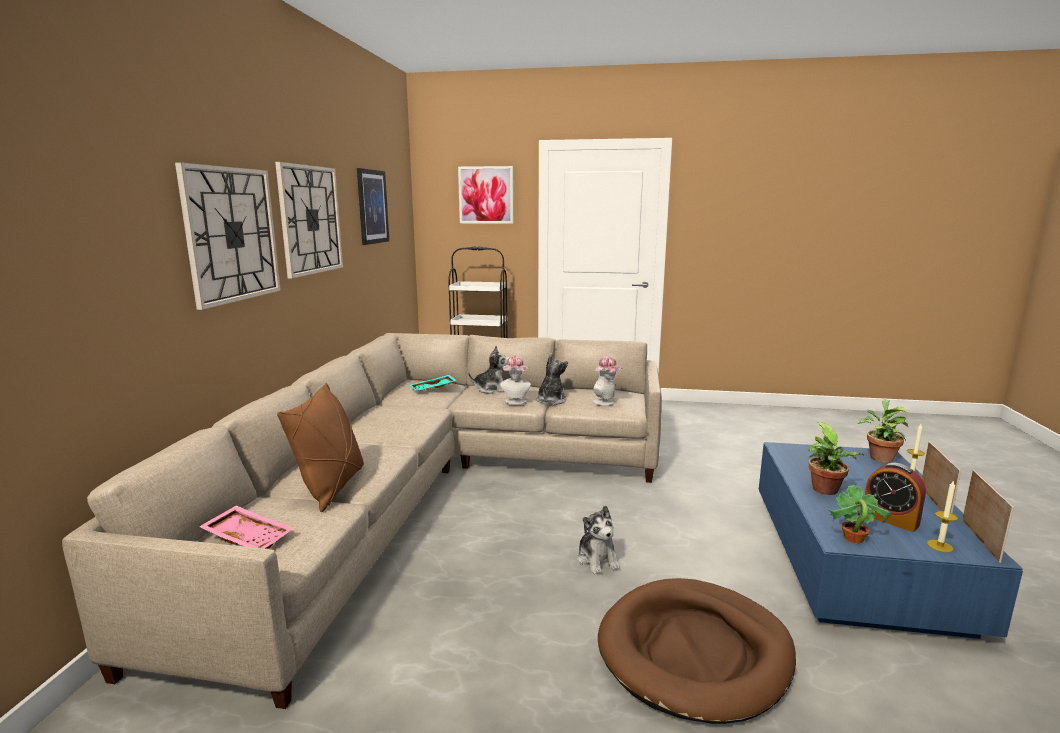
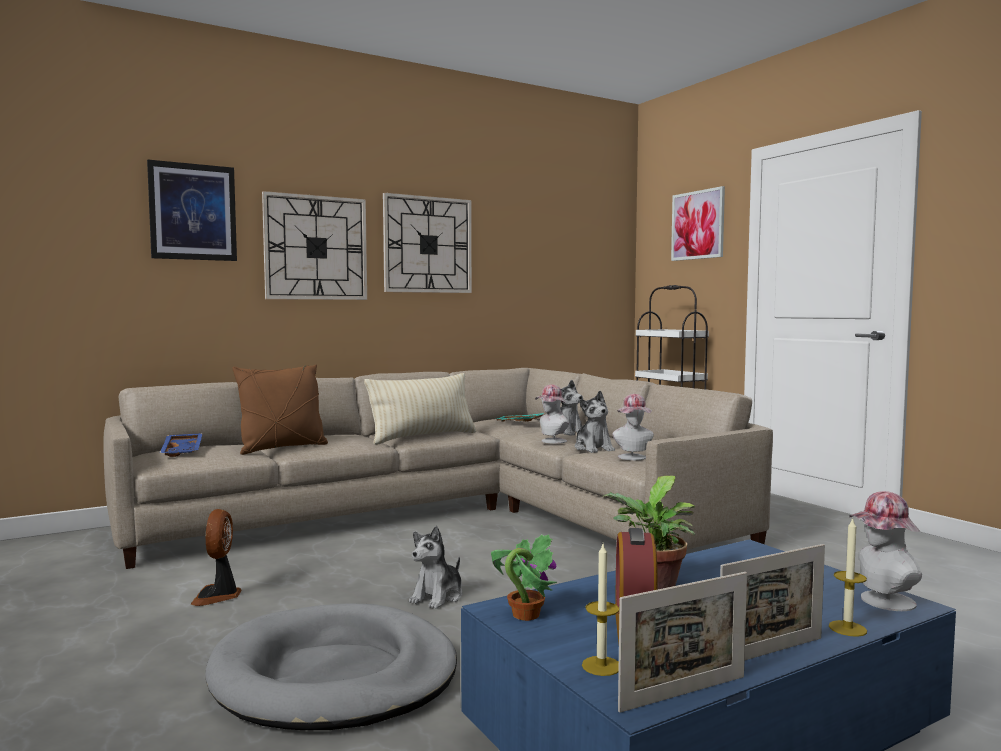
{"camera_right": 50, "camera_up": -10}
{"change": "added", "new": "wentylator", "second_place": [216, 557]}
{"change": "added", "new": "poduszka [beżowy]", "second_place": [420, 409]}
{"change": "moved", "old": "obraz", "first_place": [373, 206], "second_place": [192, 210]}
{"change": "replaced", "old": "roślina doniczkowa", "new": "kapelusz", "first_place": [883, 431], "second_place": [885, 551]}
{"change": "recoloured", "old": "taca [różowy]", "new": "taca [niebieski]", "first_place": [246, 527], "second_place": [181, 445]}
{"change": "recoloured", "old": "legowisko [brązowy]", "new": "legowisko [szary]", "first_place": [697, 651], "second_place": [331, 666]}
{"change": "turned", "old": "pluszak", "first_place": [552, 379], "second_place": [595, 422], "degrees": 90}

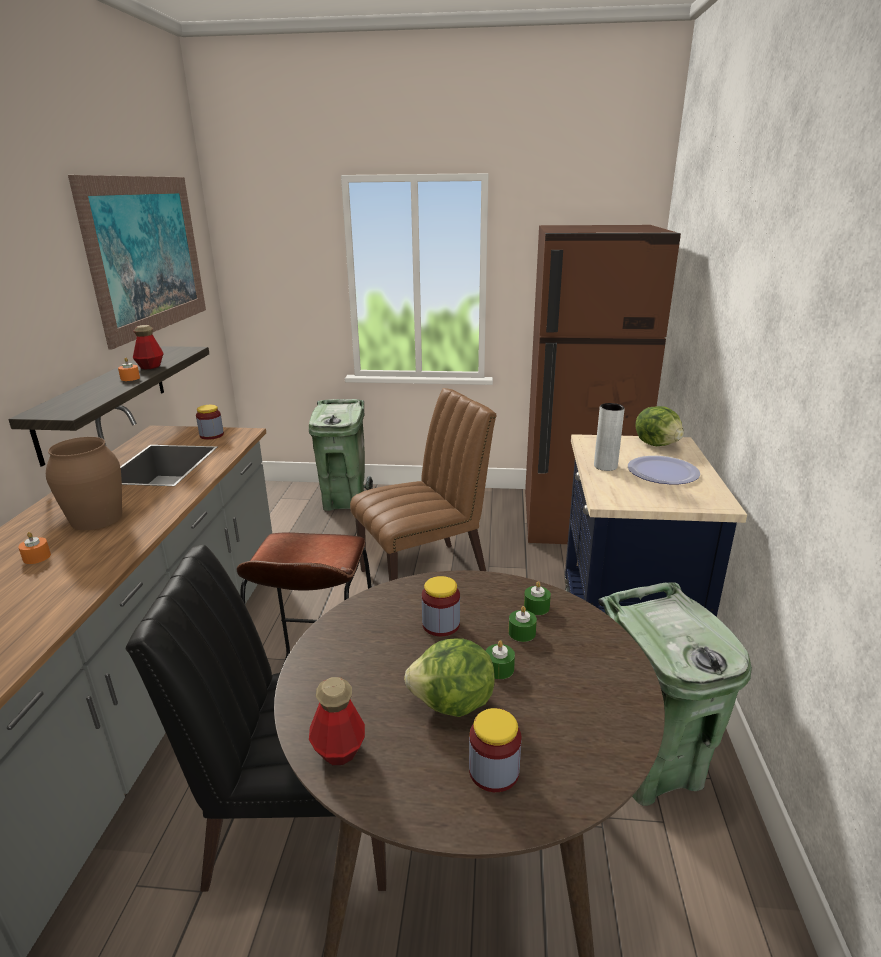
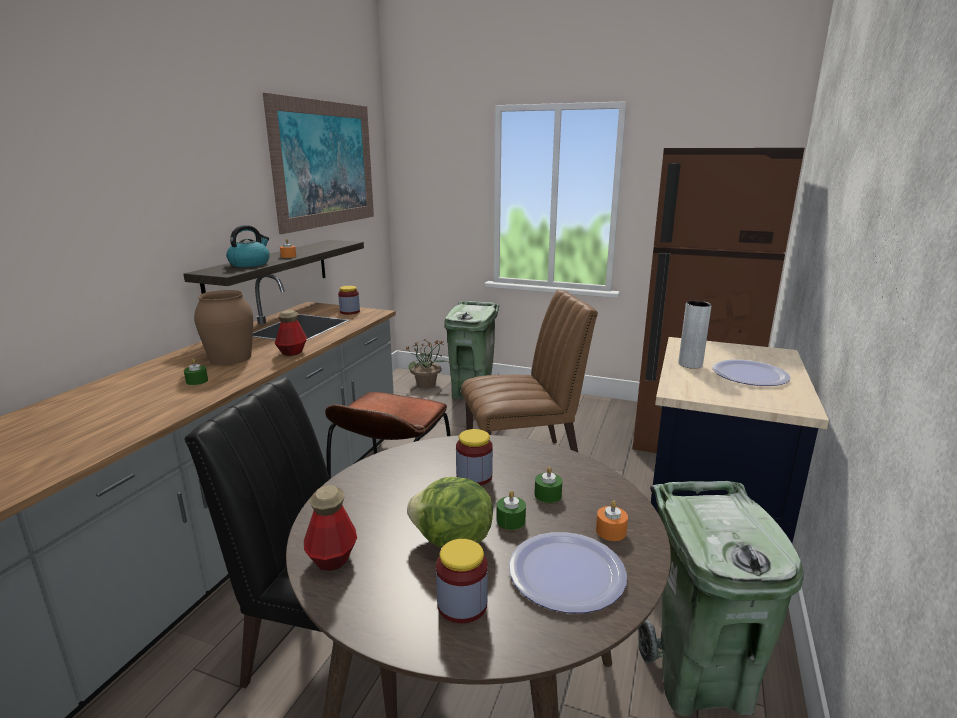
{"camera_right": 15, "camera_up": -5}
{"change": "removed", "old": "sałata", "first_place": [660, 426]}
{"change": "added", "new": "czajnik", "second_place": [248, 246]}
{"change": "added", "new": "roślina doniczkowa", "second_place": [427, 363]}
{"change": "added", "new": "talerz", "second_place": [568, 572]}
{"change": "moved", "old": "świeca [pomarańczowy]", "first_place": [34, 548], "second_place": [612, 521]}
{"change": "moved", "old": "butelka", "first_place": [148, 347], "second_place": [291, 333]}
{"change": "moved", "old": "świeca [zielony]", "first_place": [537, 598], "second_place": [196, 372]}

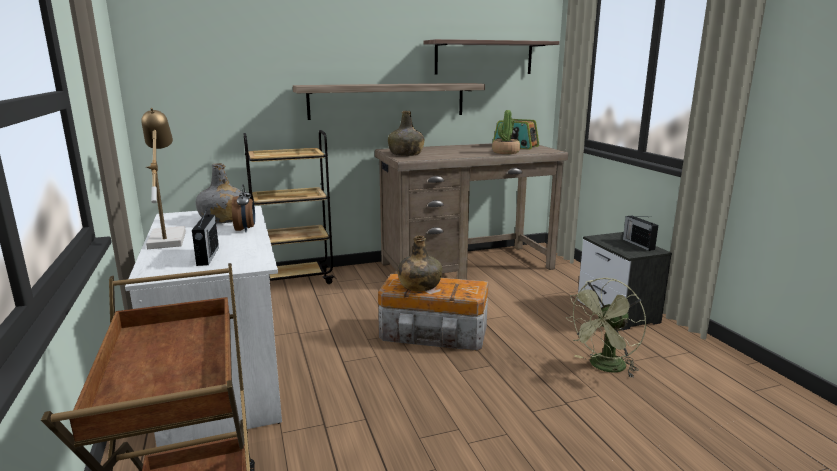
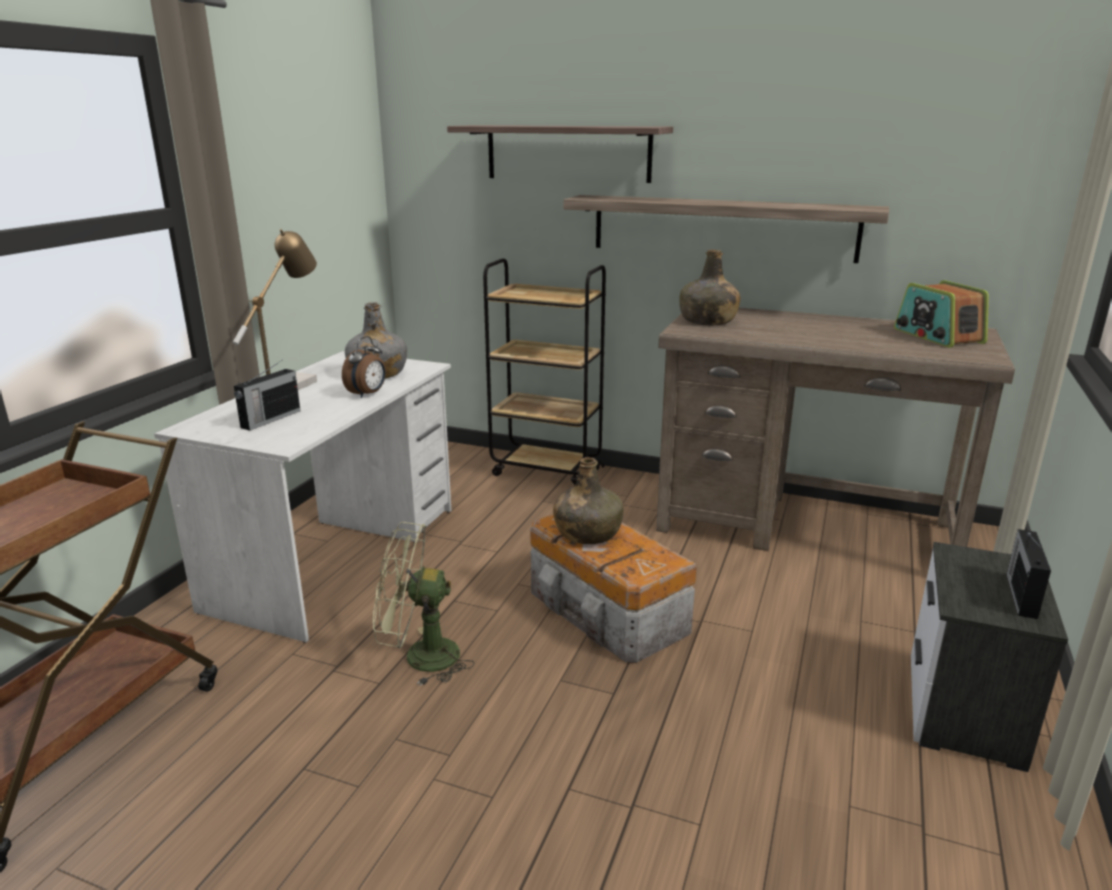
{"camera_right": 40, "camera_up": 5}
{"change": "removed", "old": "roślina doniczkowa", "first_place": [506, 132]}
{"change": "moved", "old": "półka", "first_place": [492, 57], "second_place": [560, 154]}
{"change": "moved", "old": "wentylator [zielony]", "first_place": [605, 328], "second_place": [423, 604]}

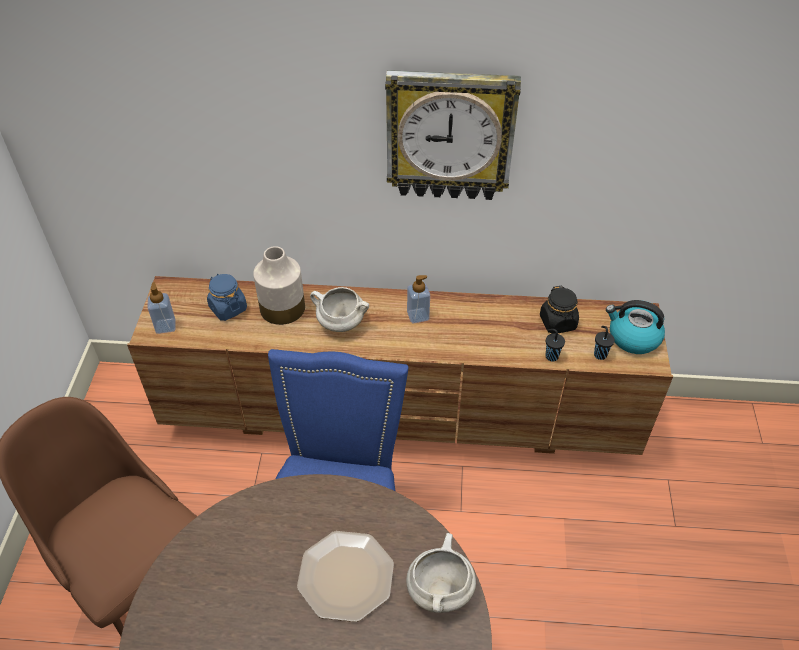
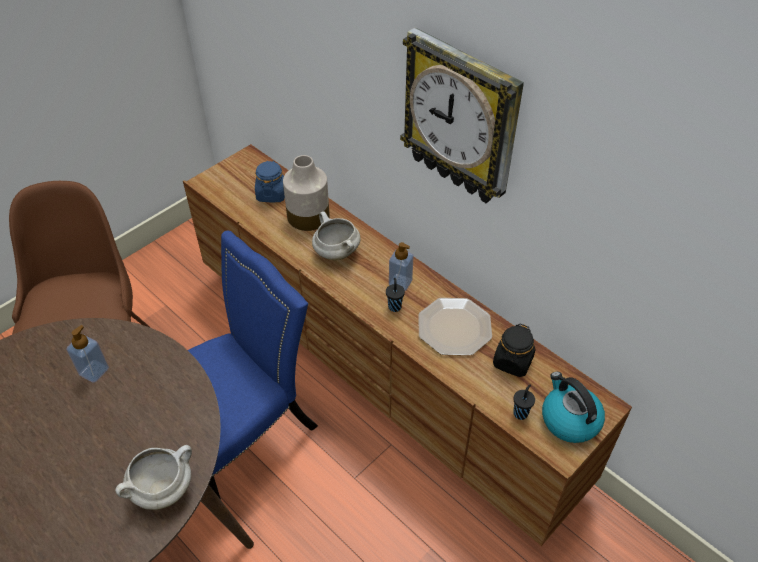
{"camera_right": 40, "camera_up": 0}
{"change": "moved", "old": "dozownik mydła", "first_place": [162, 308], "second_place": [87, 354]}
{"change": "moved", "old": "talerz", "first_place": [345, 576], "second_place": [455, 327]}
{"change": "moved", "old": "filiżanka [czarny]", "first_place": [555, 345], "second_place": [395, 295]}

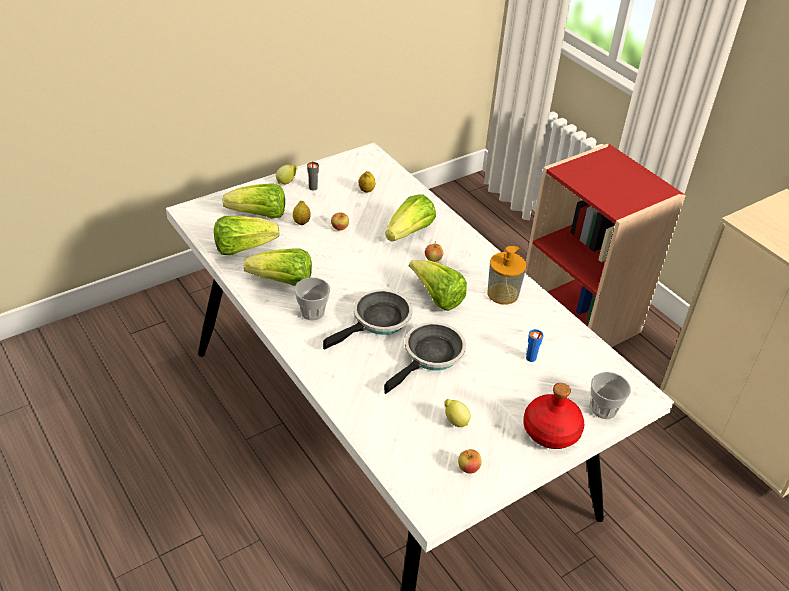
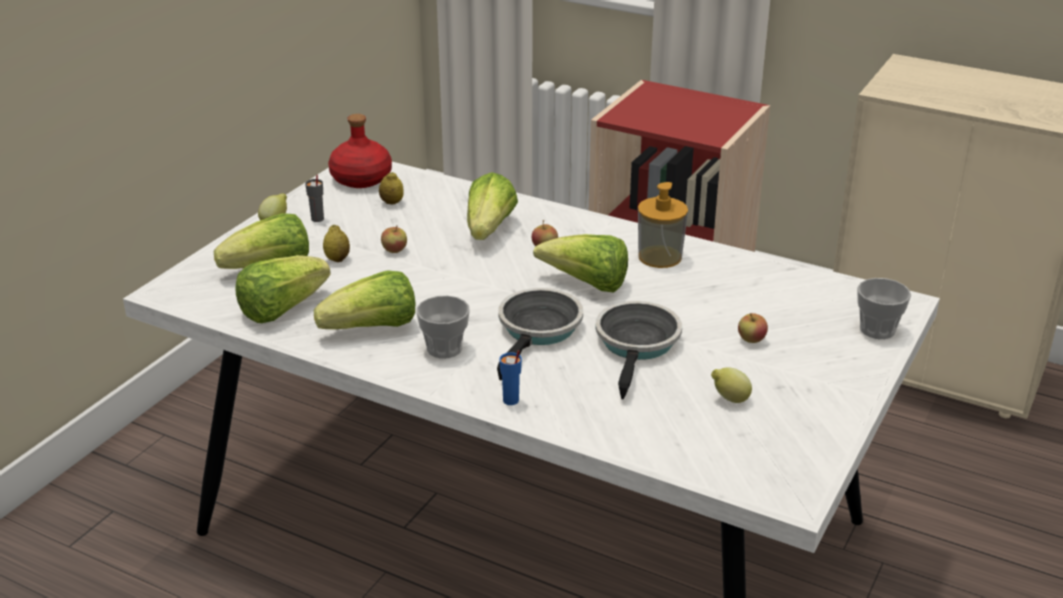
{"camera_right": -25, "camera_up": -10}
{"change": "moved", "old": "jabłko", "first_place": [470, 461], "second_place": [753, 328]}
{"change": "moved", "old": "butelka [czerwony]", "first_place": [553, 416], "second_place": [360, 151]}
{"change": "moved", "old": "filiżanka [niebieski]", "first_place": [535, 345], "second_place": [510, 377]}

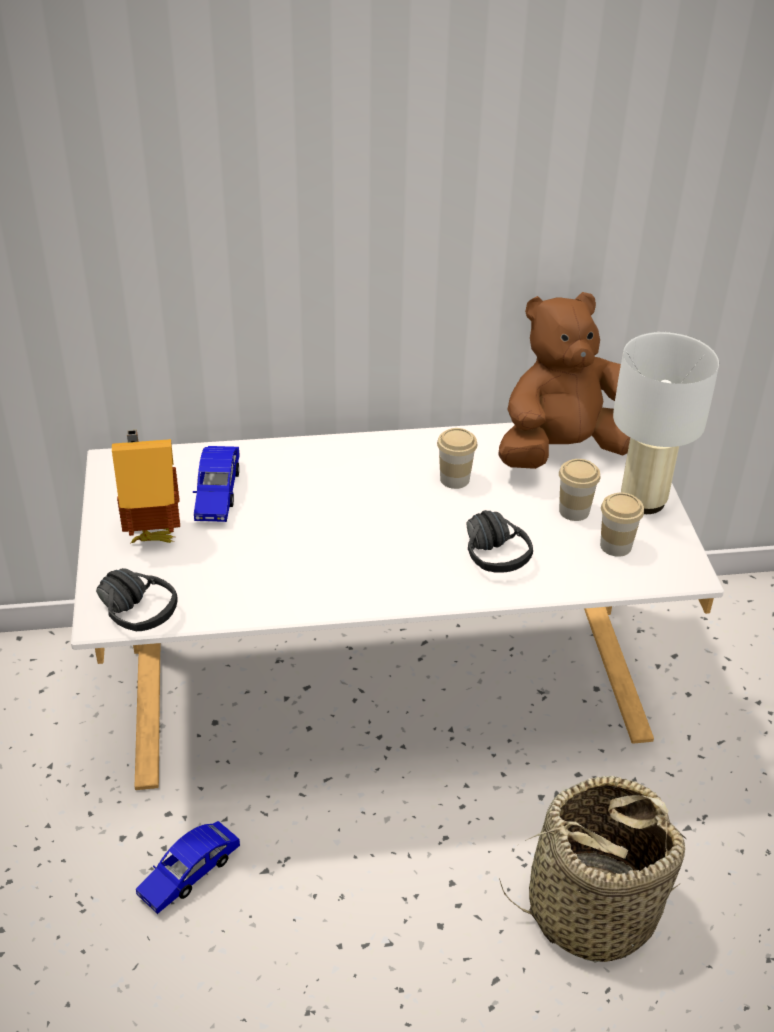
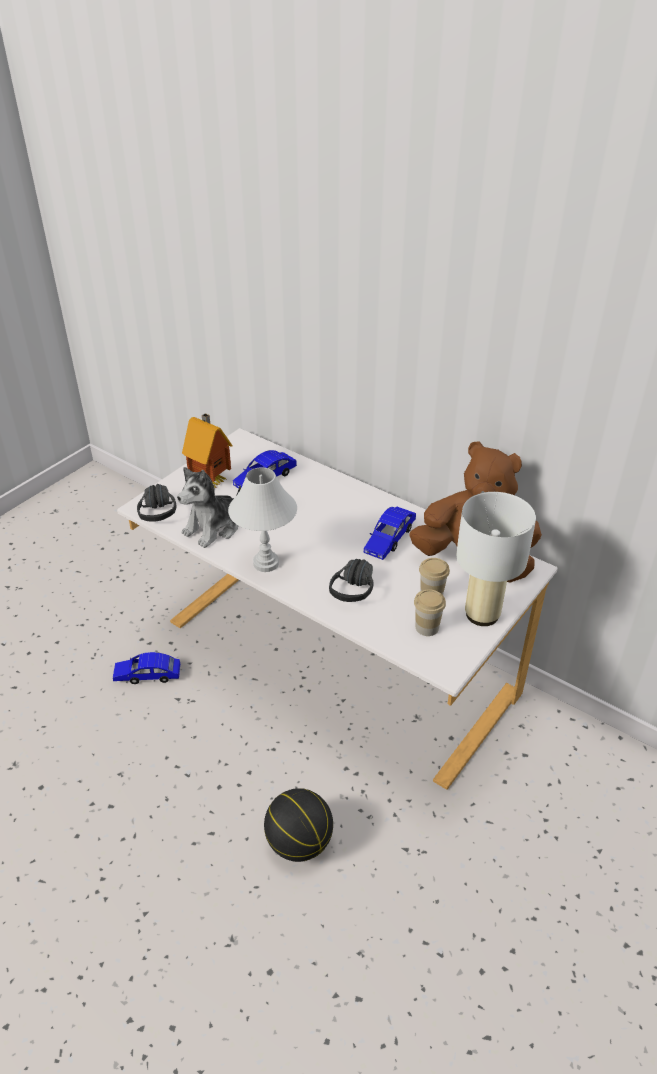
{"camera_right": 45, "camera_up": 0}
{"change": "added", "new": "pluszak", "second_place": [209, 507]}
{"change": "added", "new": "lampa stołowa [biały]", "second_place": [262, 519]}
{"change": "replaced", "old": "filiżanka", "new": "samochodzik [niebieski]", "first_place": [457, 458], "second_place": [390, 533]}
{"change": "replaced", "old": "koszyk", "new": "piłka do koszykówki", "first_place": [593, 869], "second_place": [298, 825]}

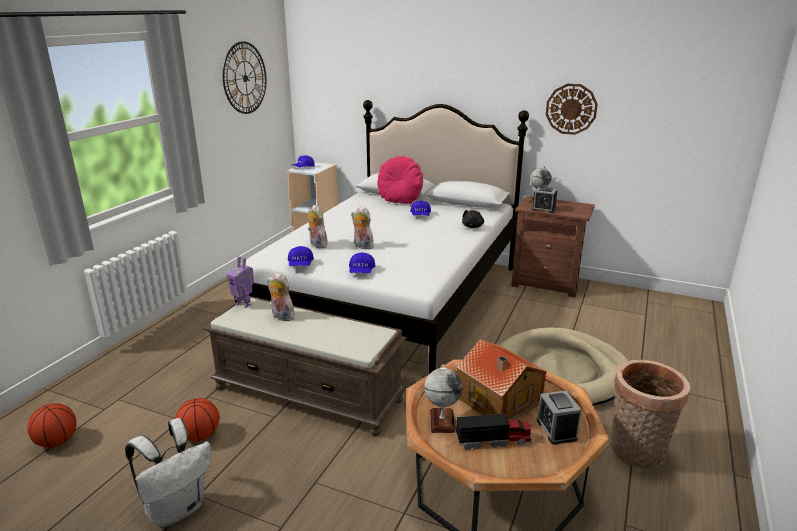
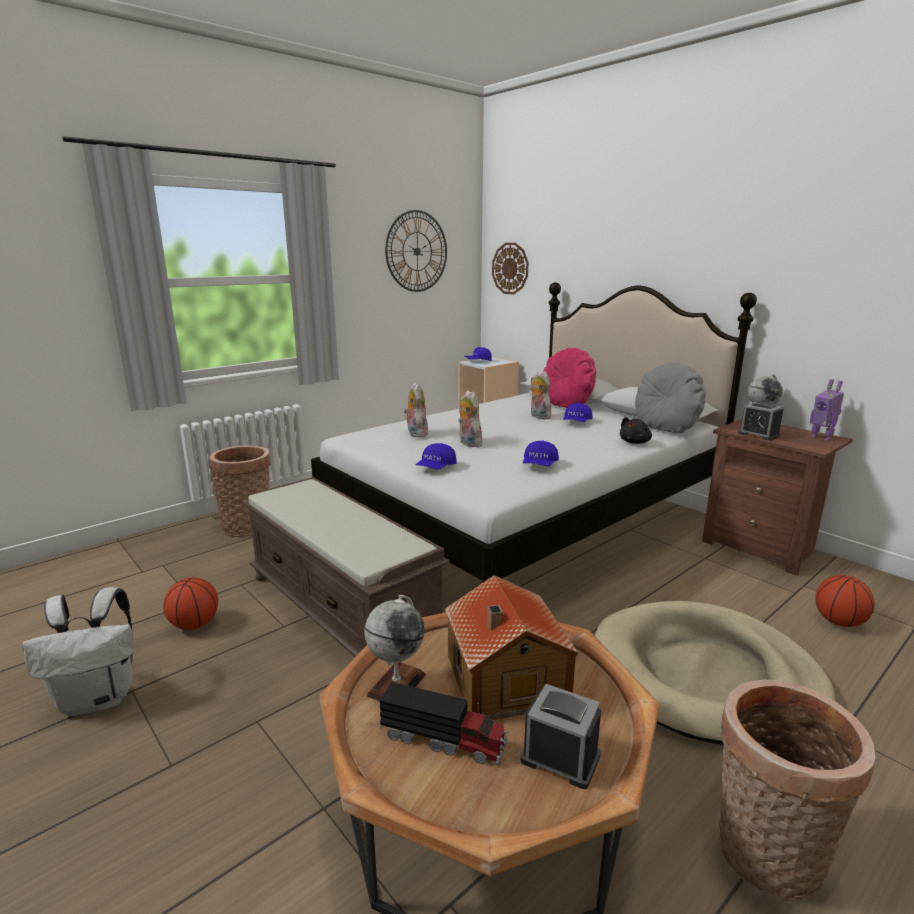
{"camera_right": 25, "camera_up": -5}
{"change": "added", "new": "koszyk", "second_place": [240, 491]}
{"change": "added", "new": "poduszka [szary]", "second_place": [670, 398]}
{"change": "moved", "old": "piłka do koszykówki", "first_place": [51, 425], "second_place": [845, 601]}
{"change": "moved", "old": "robot zabawkowy", "first_place": [240, 282], "second_place": [827, 410]}
{"change": "moved", "old": "pluszak", "first_place": [281, 296], "second_place": [541, 394]}
{"change": "moved", "old": "czapka z daszkiem [niebieski]", "first_place": [301, 256], "second_place": [541, 453]}
{"change": "moved", "old": "zegar ścienny", "first_place": [572, 109], "second_place": [510, 269]}
{"change": "turned", "old": "budzik", "first_place": [559, 417], "second_place": [561, 736], "degrees": 105}

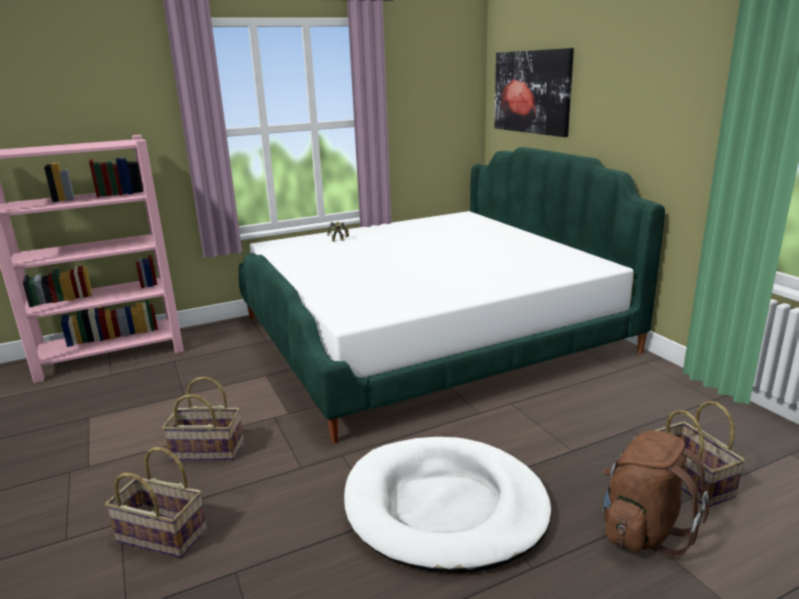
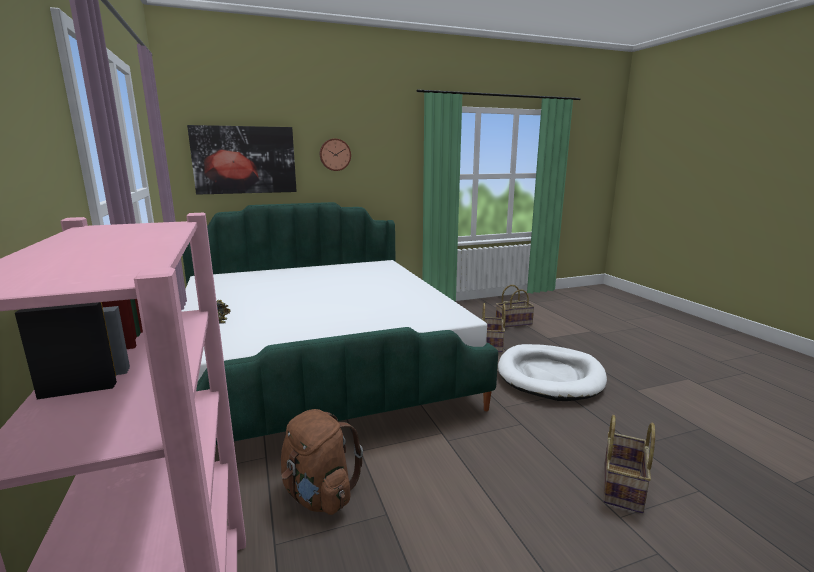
{"camera_right": -85, "camera_up": -5}
{"change": "added", "new": "zegar ścienny", "second_place": [335, 154]}
{"change": "moved", "old": "koszyk", "first_place": [202, 419], "second_place": [494, 327]}
{"change": "moved", "old": "plecak [brązowy]", "first_place": [655, 494], "second_place": [322, 462]}

